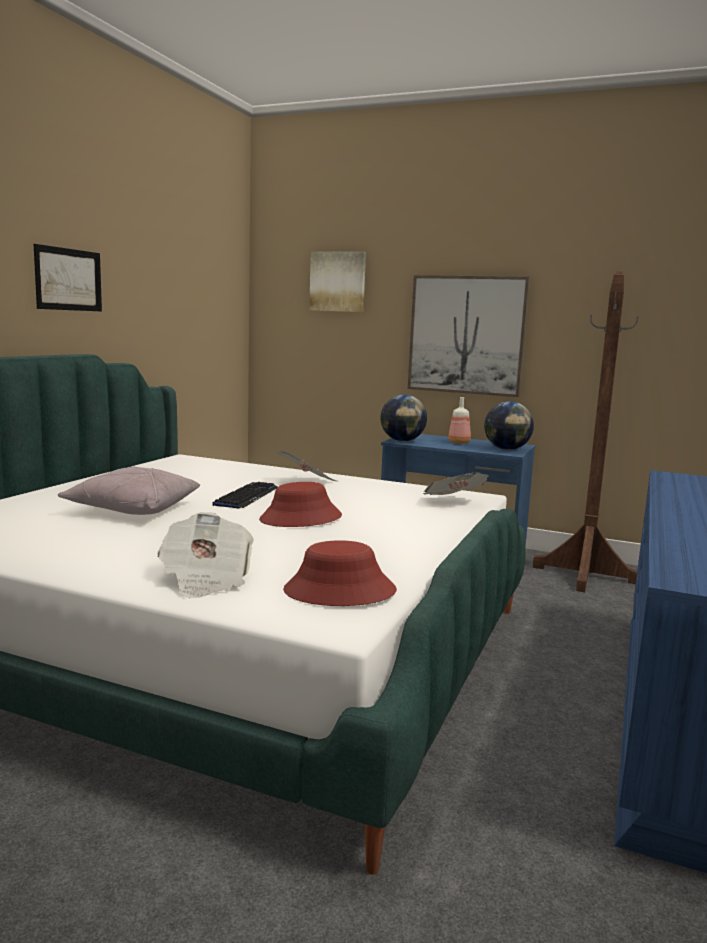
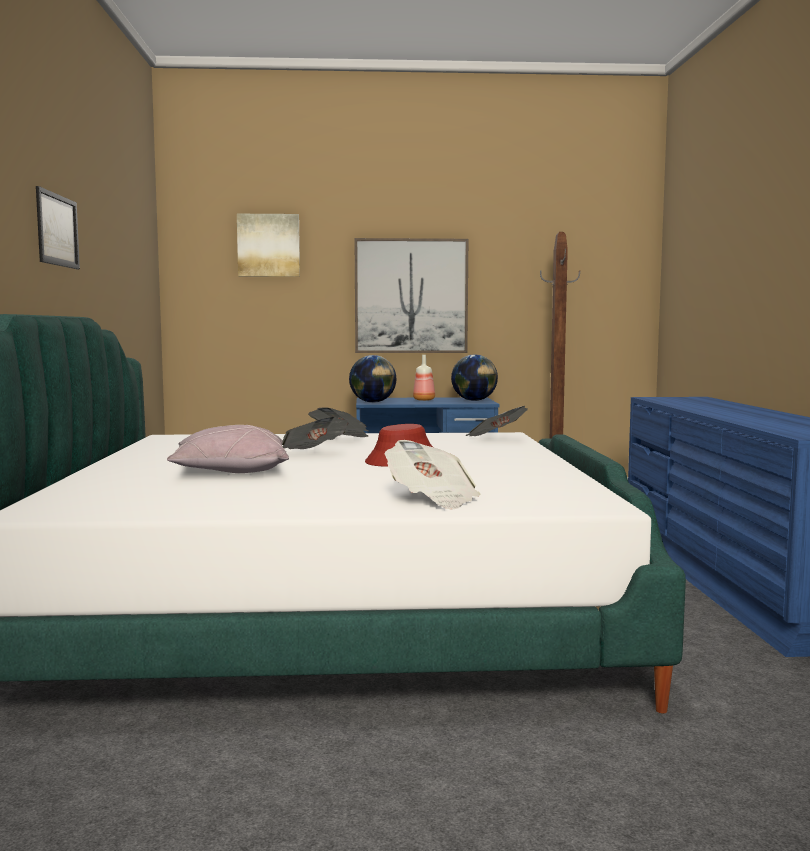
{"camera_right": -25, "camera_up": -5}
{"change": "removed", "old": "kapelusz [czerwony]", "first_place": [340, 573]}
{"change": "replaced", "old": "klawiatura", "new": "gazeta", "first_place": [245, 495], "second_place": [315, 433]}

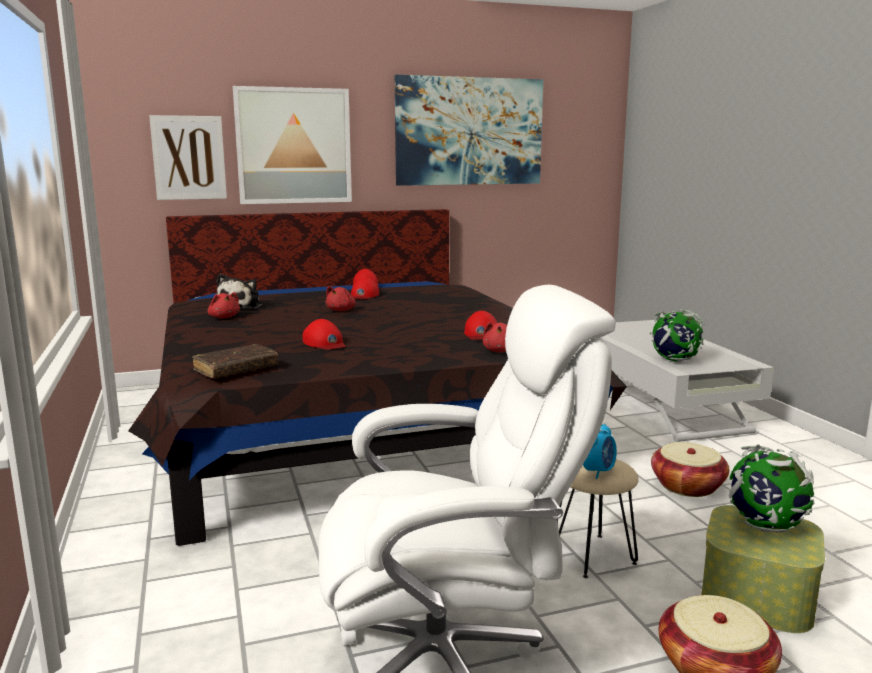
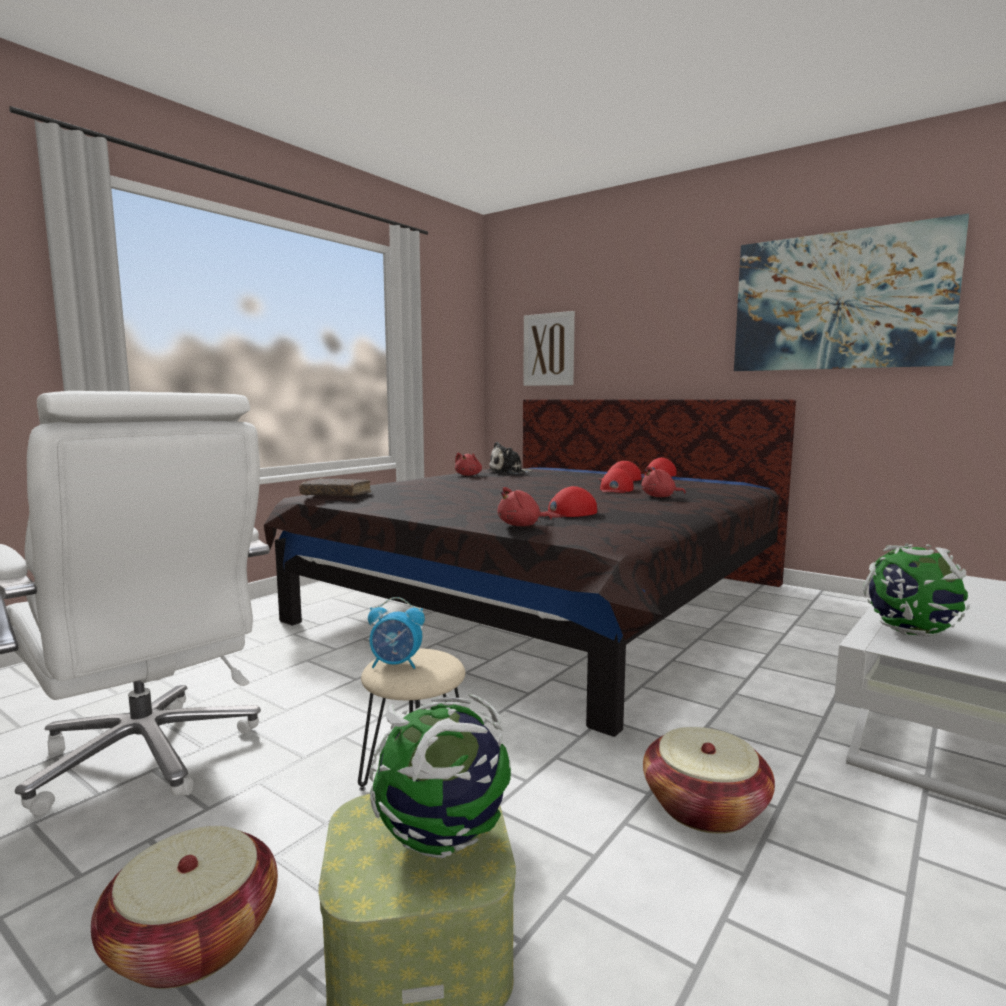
{"camera_right": 55, "camera_up": -5}
{"change": "removed", "old": "obraz", "first_place": [292, 145]}
{"change": "moved", "old": "czapka z daszkiem [czerwony]", "first_place": [324, 334], "second_place": [616, 480]}
{"change": "moved", "old": "pluszak [czerwony]", "first_place": [340, 298], "second_place": [664, 481]}

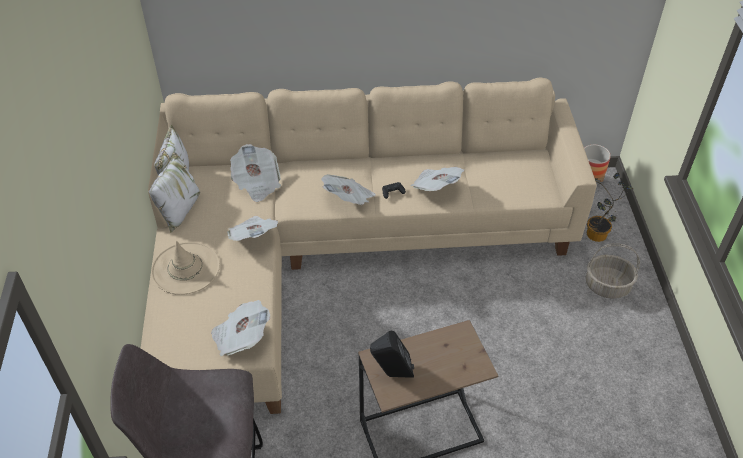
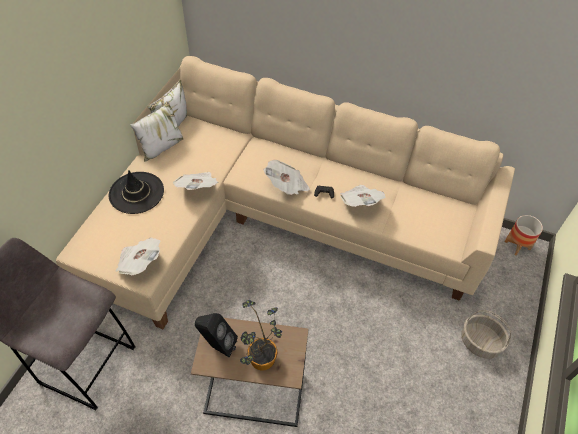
{"camera_right": 25, "camera_up": 5}
{"change": "removed", "old": "gazeta", "first_place": [255, 173]}
{"change": "moved", "old": "roślina doniczkowa", "first_place": [610, 207], "second_place": [261, 335]}
{"change": "recoloured", "old": "kapelusz [beżowy]", "new": "kapelusz [czarny]", "first_place": [185, 268], "second_place": [136, 192]}

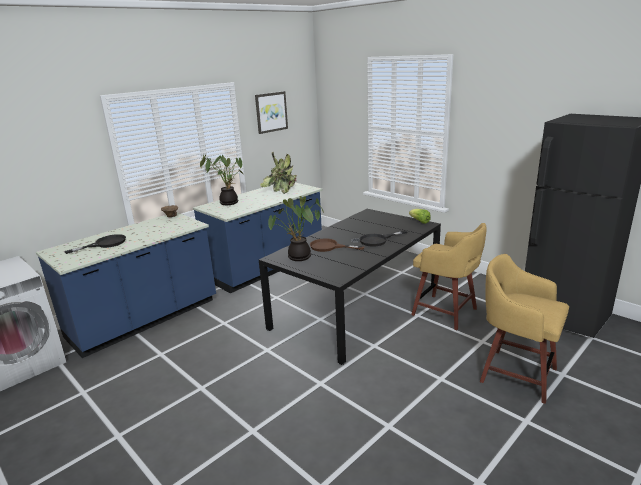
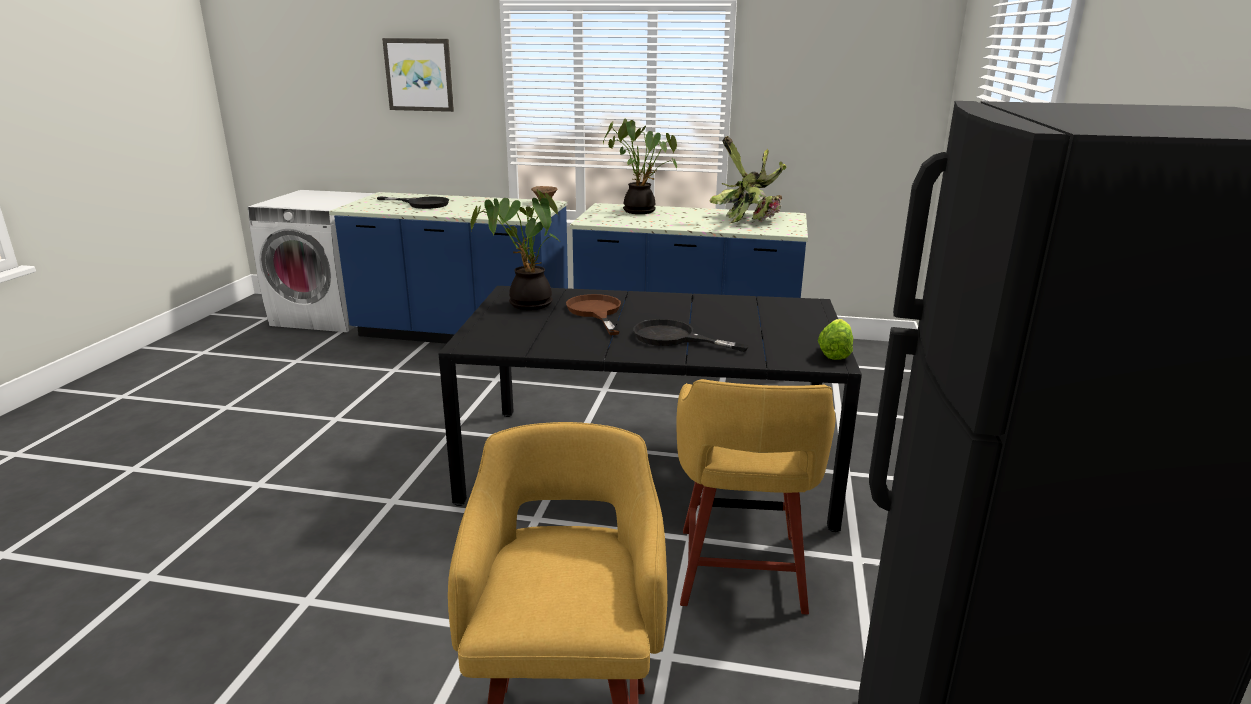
{"camera_right": 55, "camera_up": 0}
{"change": "moved", "old": "obraz", "first_place": [271, 112], "second_place": [418, 75]}

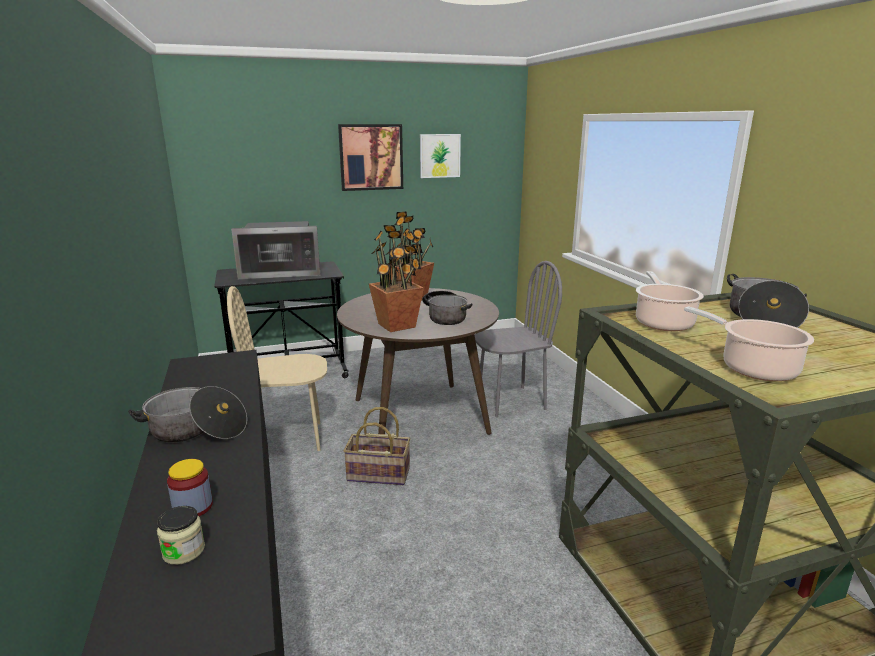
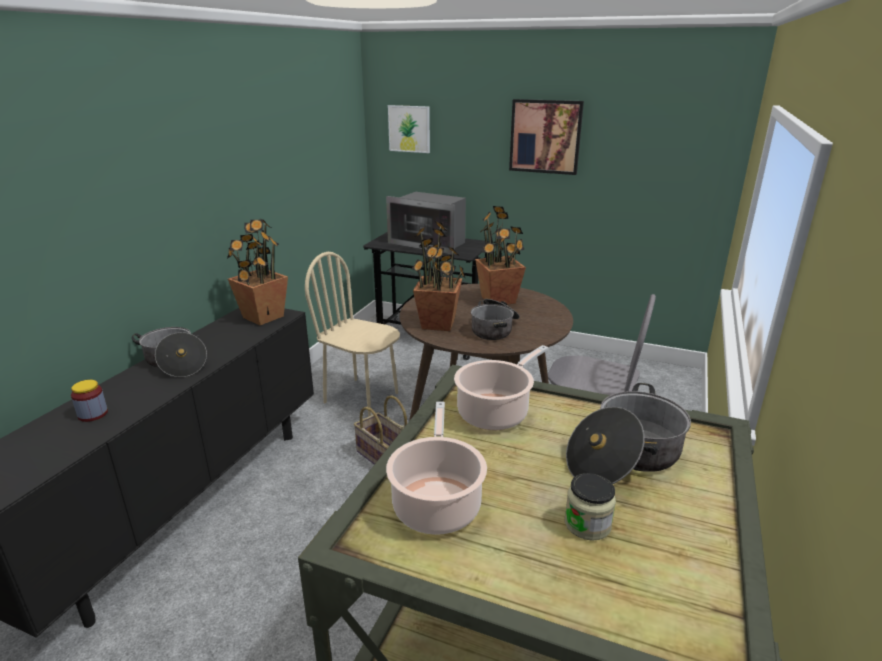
{"camera_right": 40, "camera_up": 5}
{"change": "added", "new": "roślina doniczkowa", "second_place": [257, 272]}
{"change": "moved", "old": "słoik", "first_place": [181, 535], "second_place": [590, 507]}
{"change": "moved", "old": "obraz", "first_place": [440, 156], "second_place": [409, 129]}

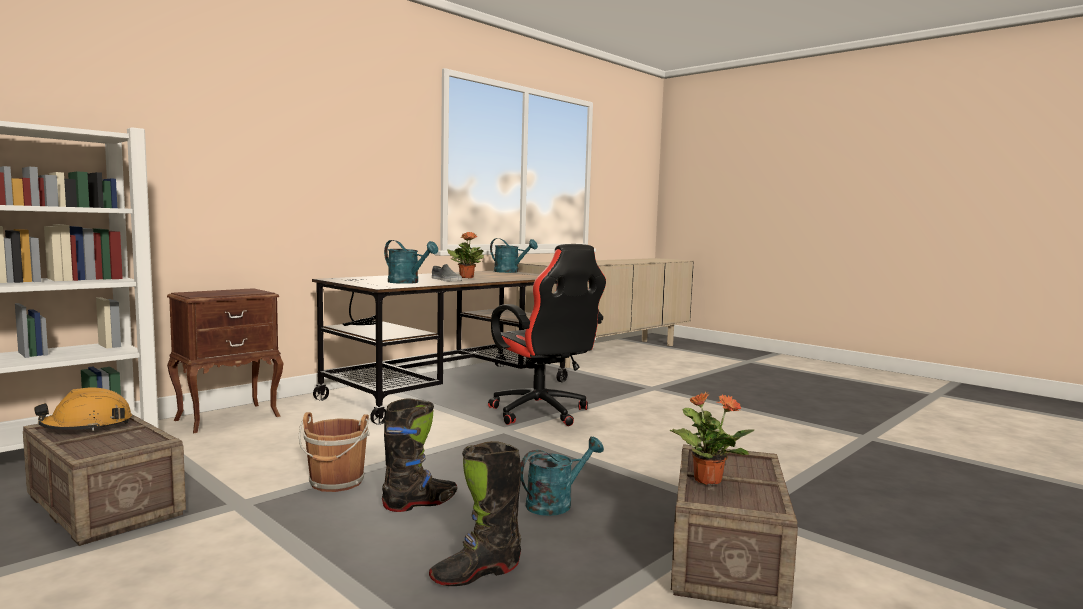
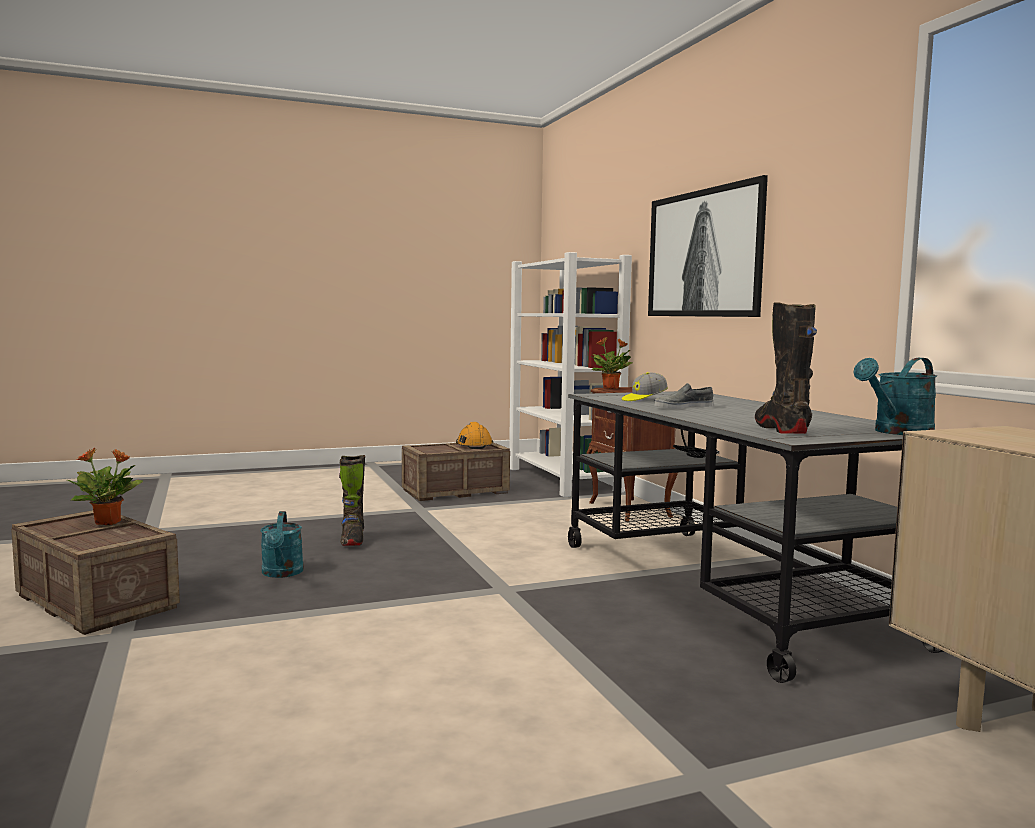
{"camera_right": 115, "camera_up": 0}
{"change": "removed", "old": "wiadro [brązowy]", "first_place": [334, 452]}
{"change": "removed", "old": "krzesło biurowe [czarny]", "first_place": [547, 335]}
{"change": "added", "new": "obraz", "second_place": [708, 246]}
{"change": "moved", "old": "but z cholewką [czarny]", "first_place": [475, 513], "second_place": [786, 368]}
{"change": "moved", "old": "roślina doniczkowa", "first_place": [465, 255], "second_place": [612, 363]}
{"change": "replaced", "old": "konewka [turkusowy]", "new": "czapka z daszkiem", "first_place": [411, 262], "second_place": [645, 386]}
{"change": "recoloured", "old": "biurko [brązowy]", "new": "biurko [szary]", "first_place": [439, 348], "second_place": [756, 537]}

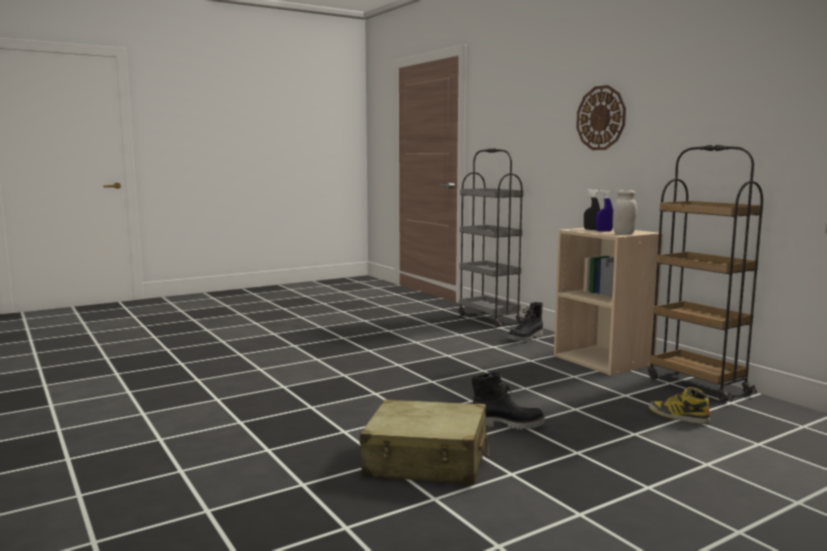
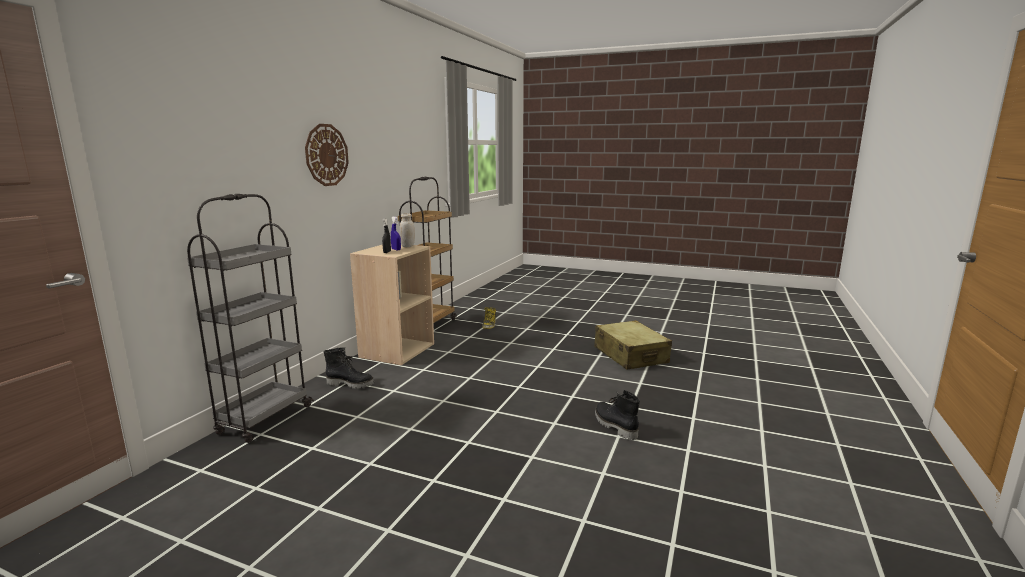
{"camera_right": -125, "camera_up": 5}
{"change": "moved", "old": "but z cholewką [czarny]", "first_place": [509, 401], "second_place": [617, 415]}

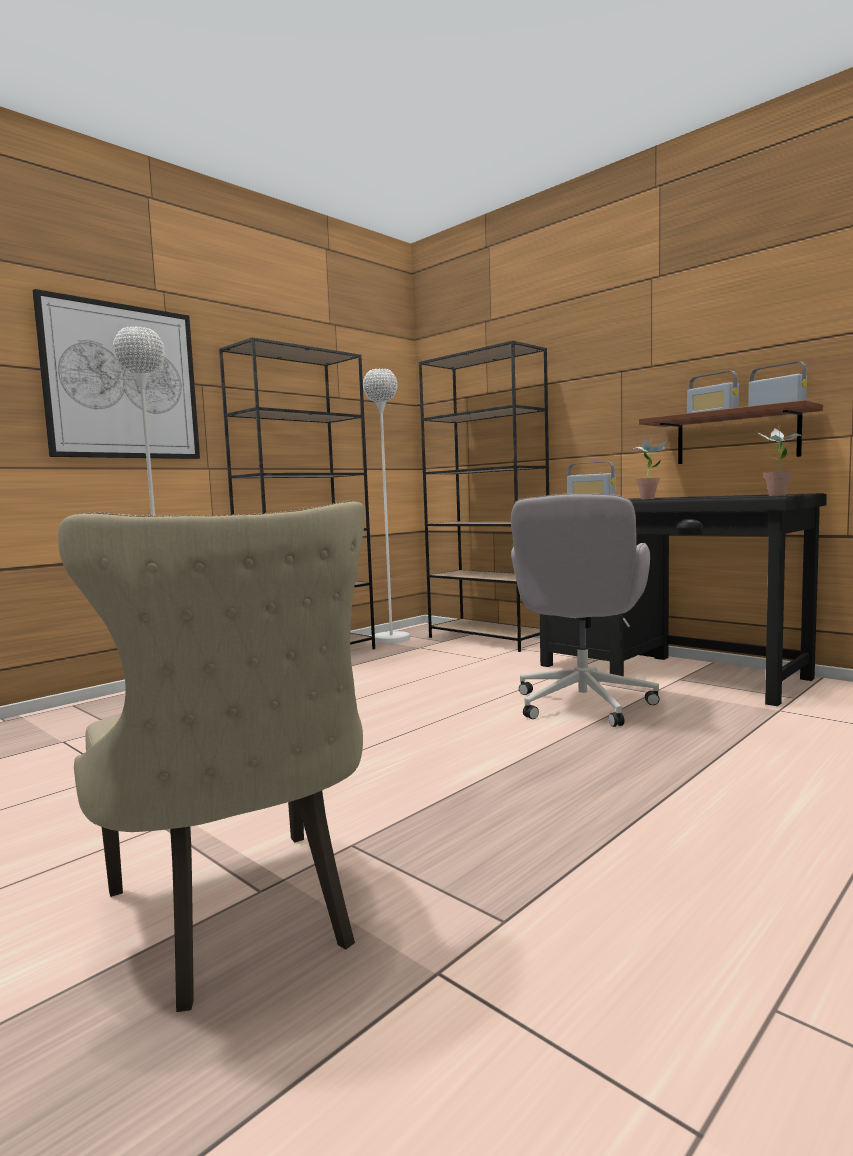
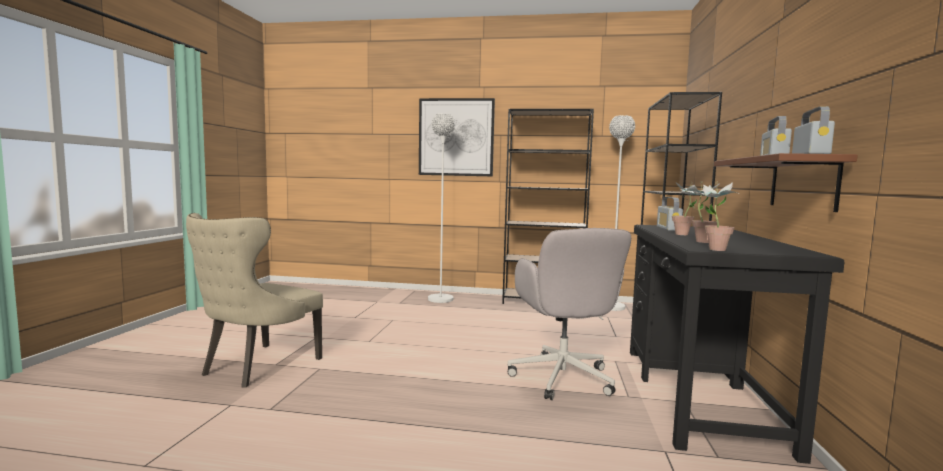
{"camera_right": 55, "camera_up": 0}
{"change": "added", "new": "roślina doniczkowa", "second_place": [700, 212]}
{"change": "turned", "old": "krzesło biurowe [szary]", "first_place": [585, 610], "second_place": [569, 314], "degrees": -90}

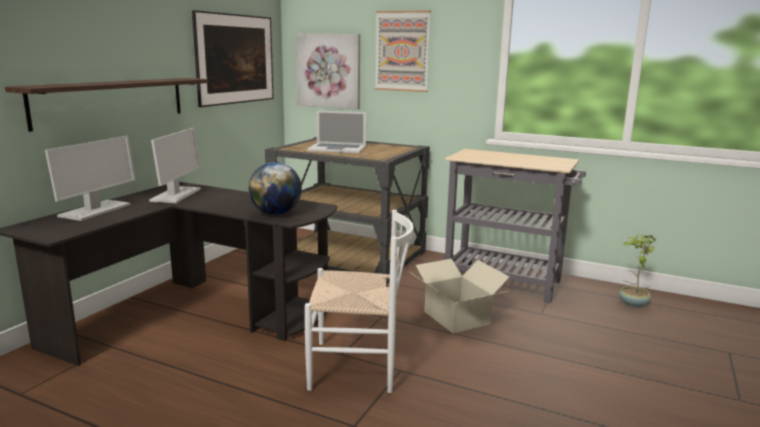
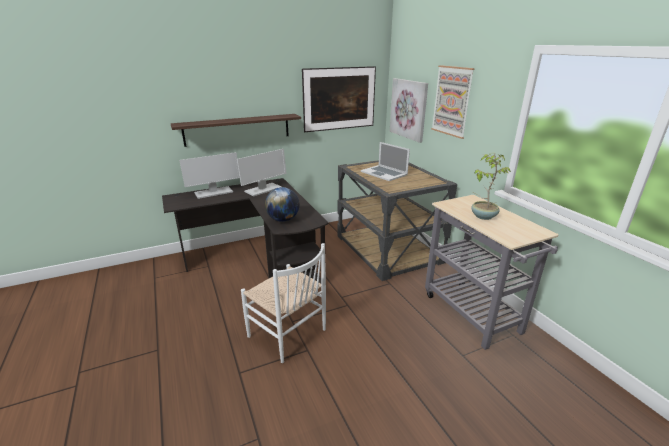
{"camera_right": 40, "camera_up": 10}
{"change": "removed", "old": "karton", "first_place": [459, 296]}
{"change": "moved", "old": "roślina doniczkowa", "first_place": [637, 271], "second_place": [491, 186]}

